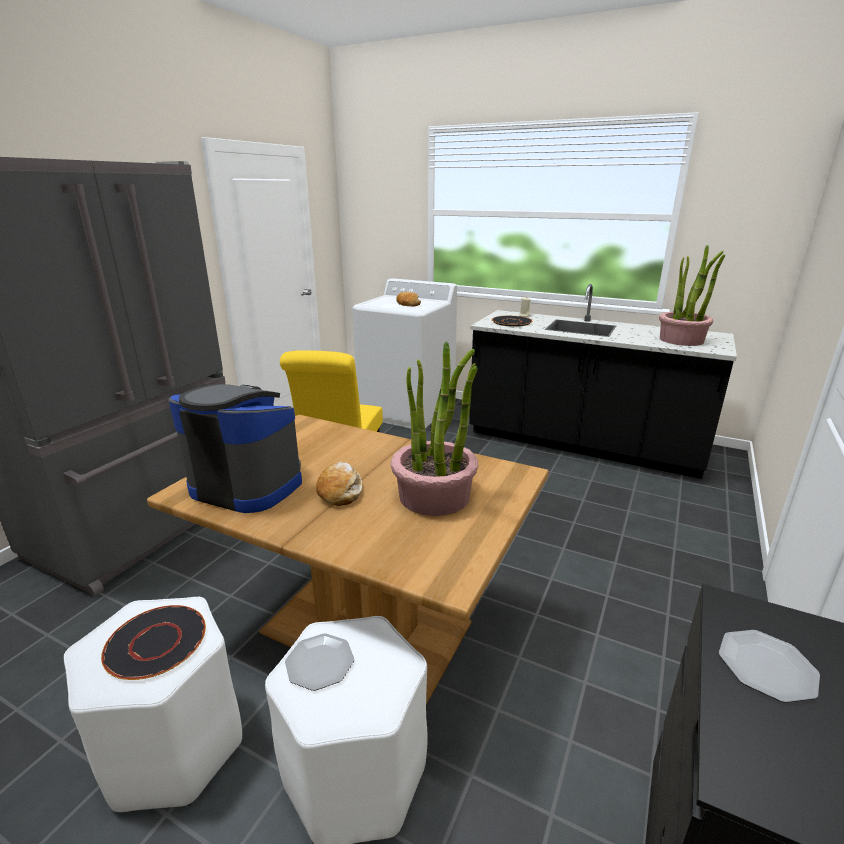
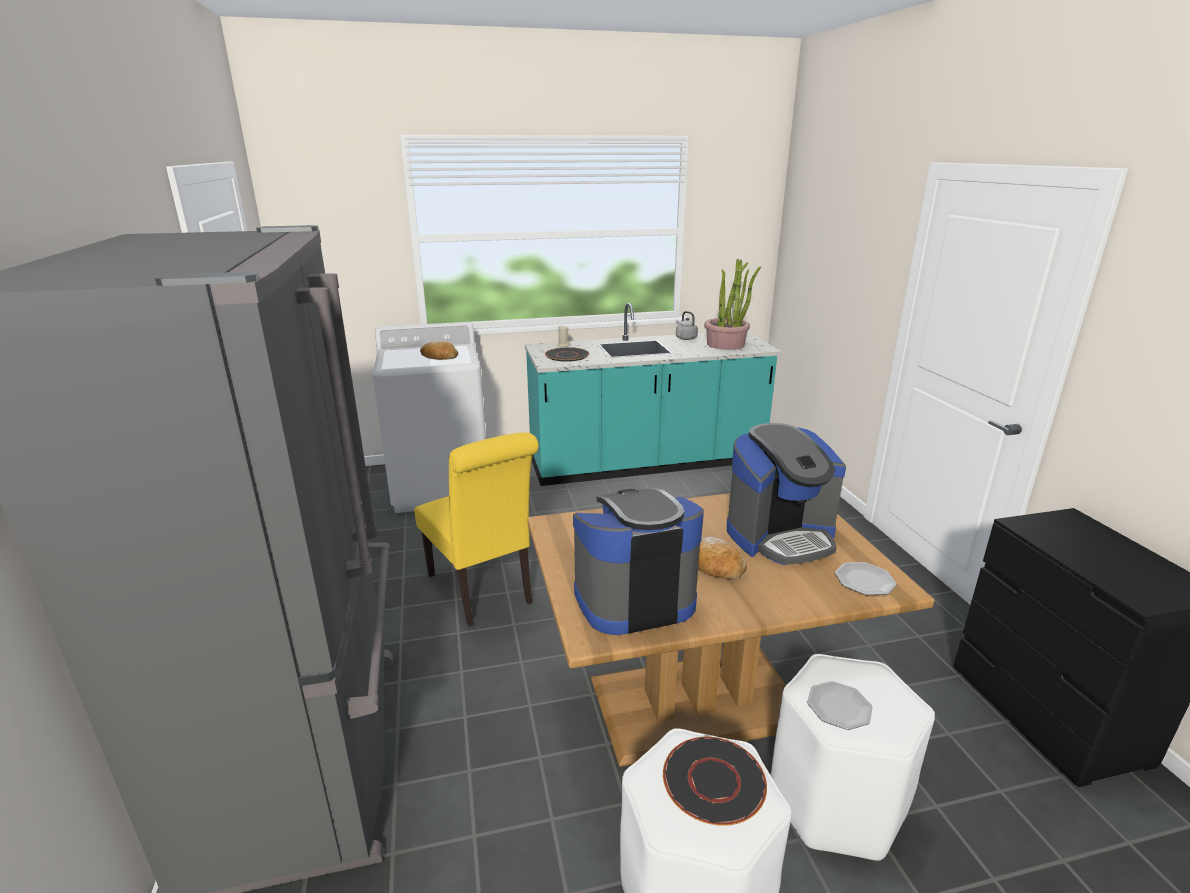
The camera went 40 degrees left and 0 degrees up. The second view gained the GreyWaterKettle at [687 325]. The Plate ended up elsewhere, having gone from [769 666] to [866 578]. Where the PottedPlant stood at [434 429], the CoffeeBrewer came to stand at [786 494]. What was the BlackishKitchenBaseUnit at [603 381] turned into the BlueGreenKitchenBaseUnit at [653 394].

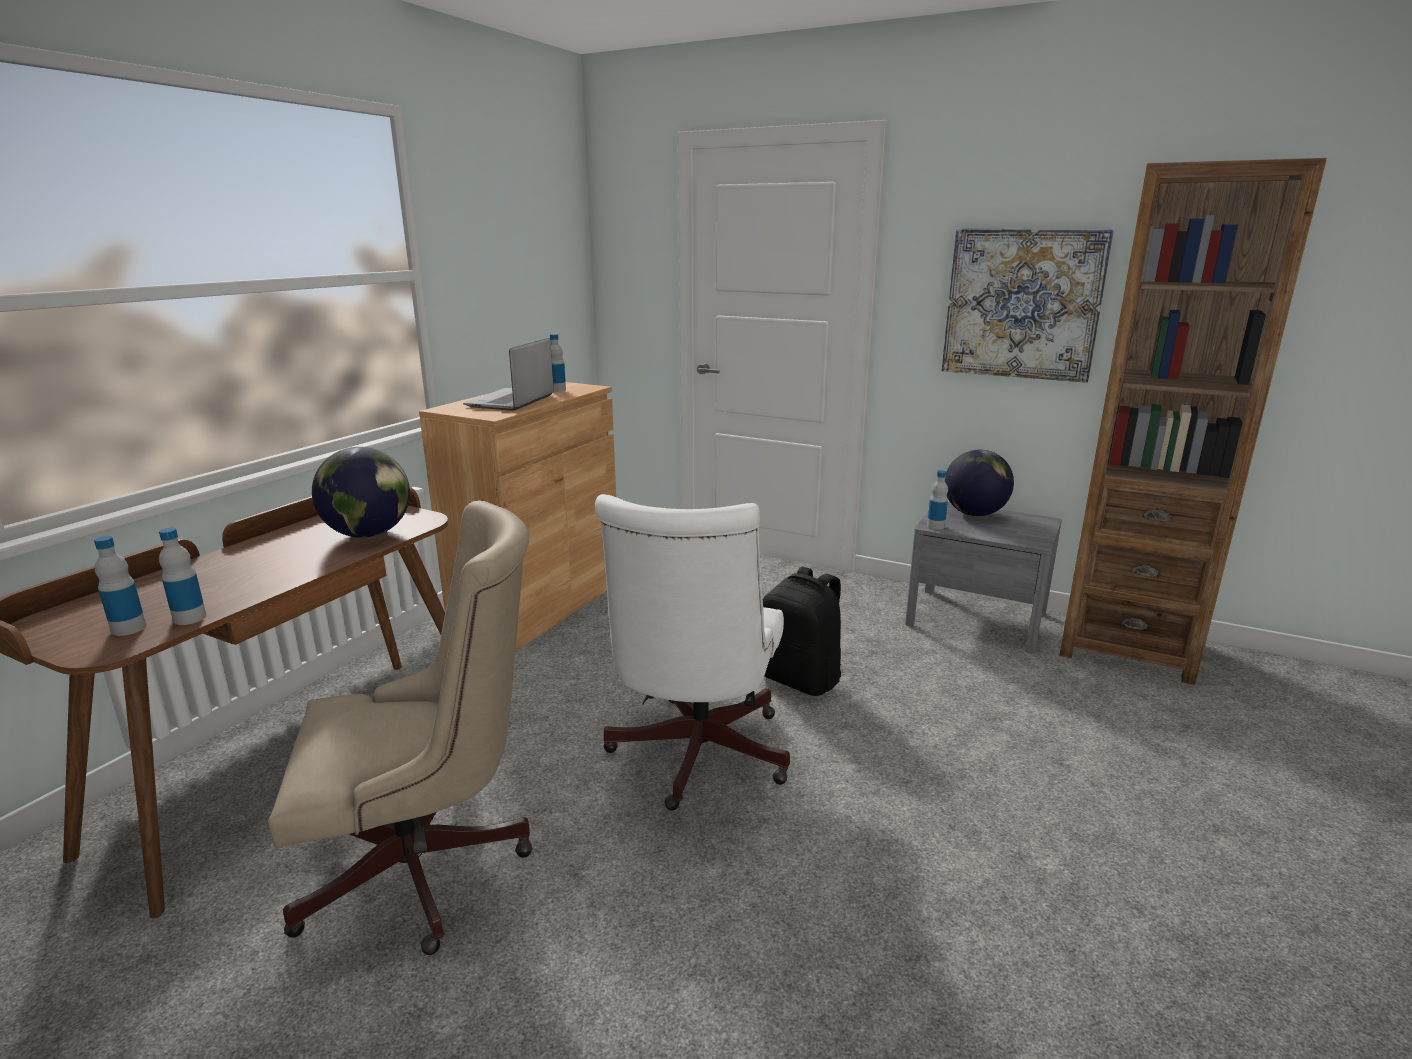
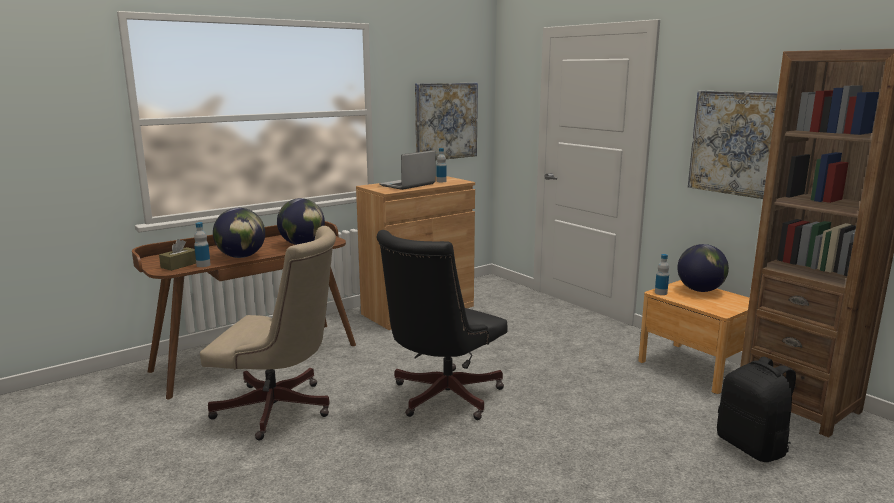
The camera went 25 degrees right and 5 degrees down. The second view gained the WorldGlobe at [239 233]. The second view gained the WallArt at [446 121]. The BlackishRucksack ended up elsewhere, having gone from [802 631] to [756 409]. Where the BeverageBottle stood at [120 586], the BrownishTissueHolder came to stand at [177 255]. What was the WhiteColouredOfficeChair at [692 652] turned into the BlackishOfficeChair at [442 325]. What was the GreyBedsideTable at [983 577] turned into the BrownishBedsideTable at [694 337].

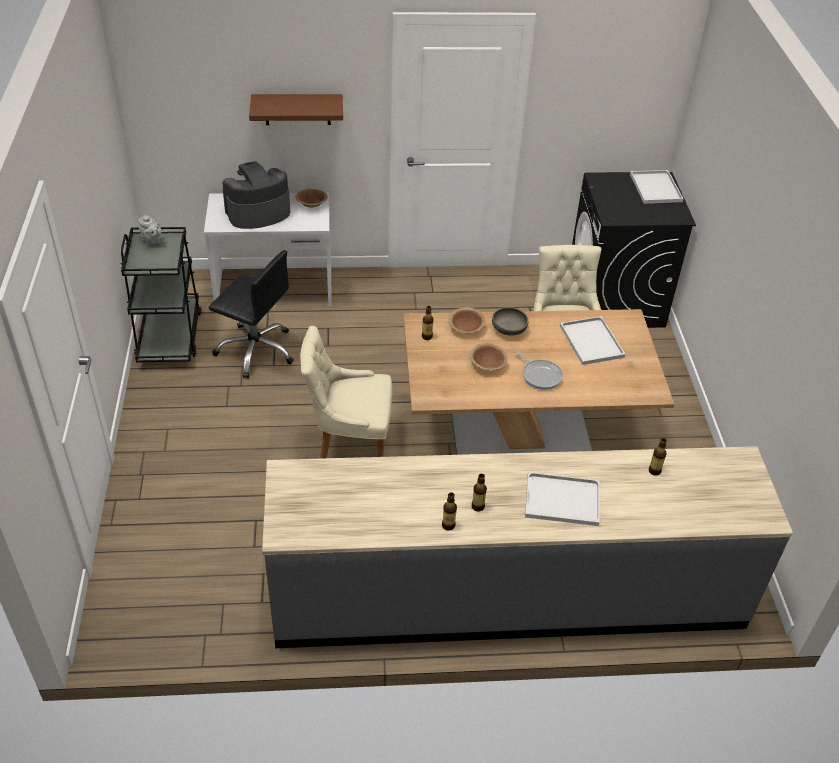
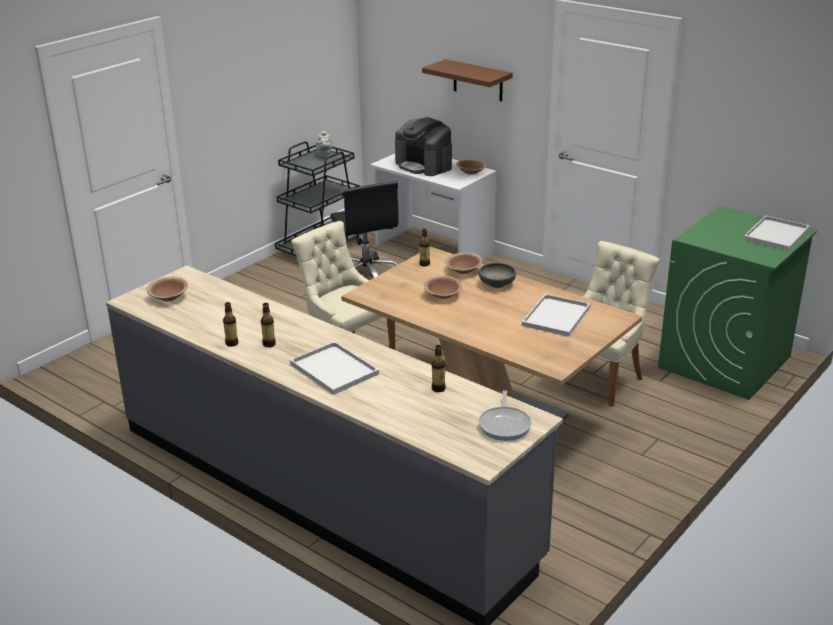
The camera went 45 degrees right and 15 degrees down. The second view gained the BrownishServingBowl at [167 289]. The FryingPan ended up elsewhere, having gone from [539 370] to [505 415]. What was the BlackishWashingMachine at [634 250] turned into the GreenishWashingMachine at [737 303]. The CoffeeBrewer at [256 195] ended up facing another way, 150 degrees counterclockwise from before.

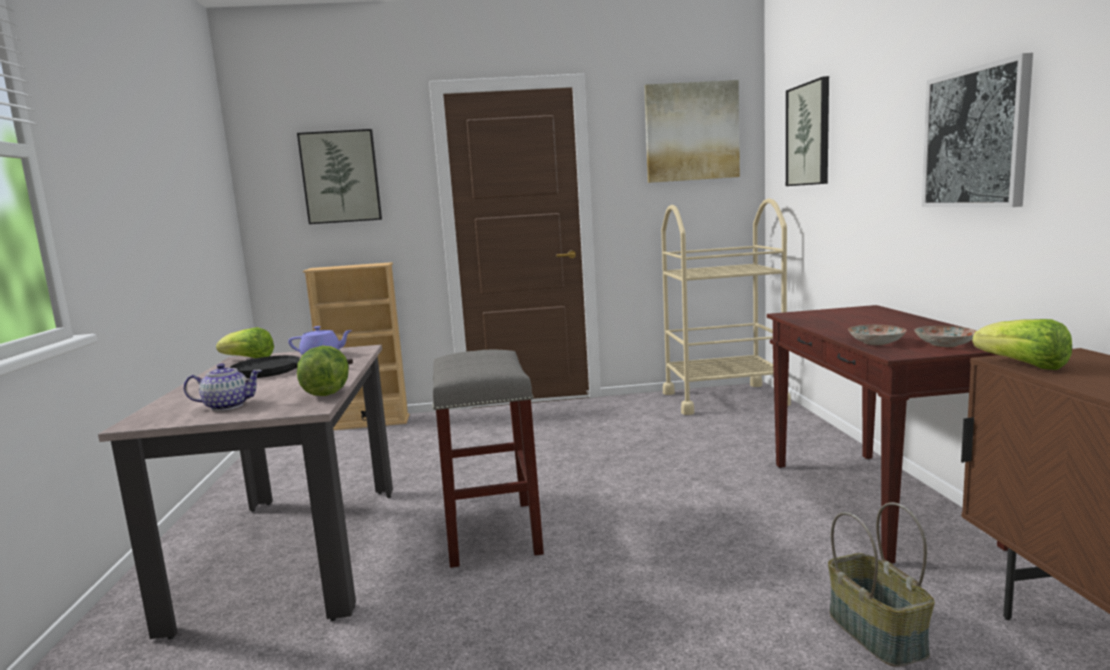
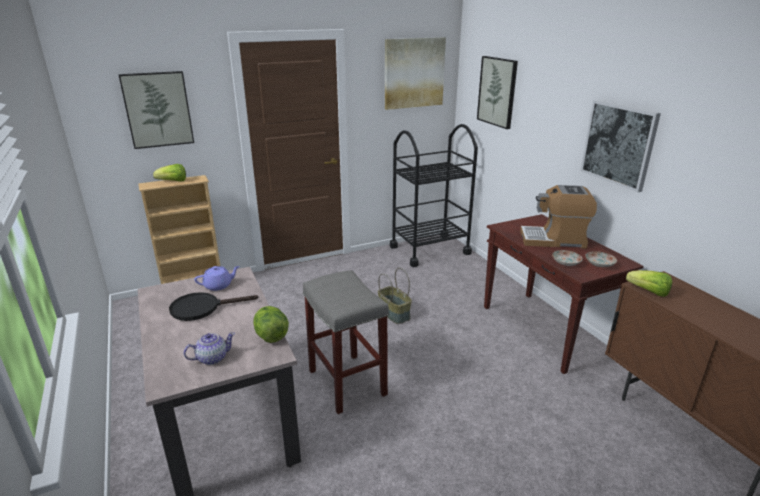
The camera went 20 degrees left and 15 degrees up. The second view gained the CoffeeBrewer at [558 217]. The Lettuce ended up elsewhere, having gone from [245 342] to [169 173]. The Basket ended up elsewhere, having gone from [881 584] to [395 296]. What was the BeigeCart at [726 306] turned into the BlackishCart at [434 195].

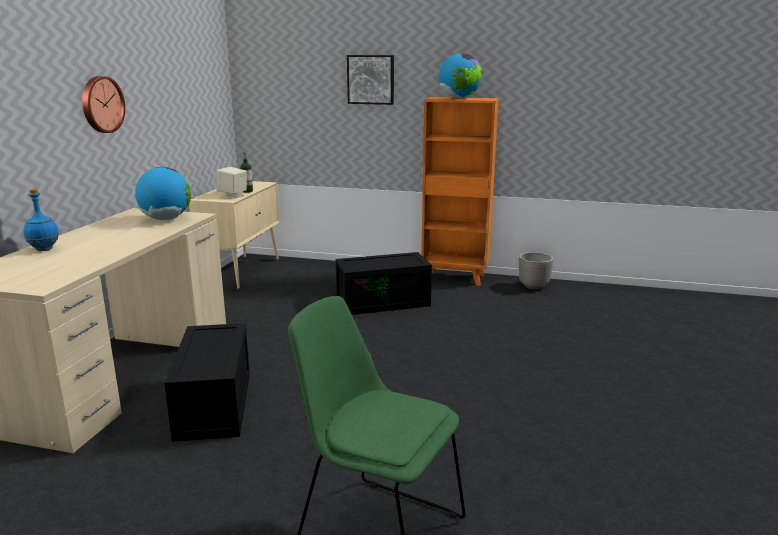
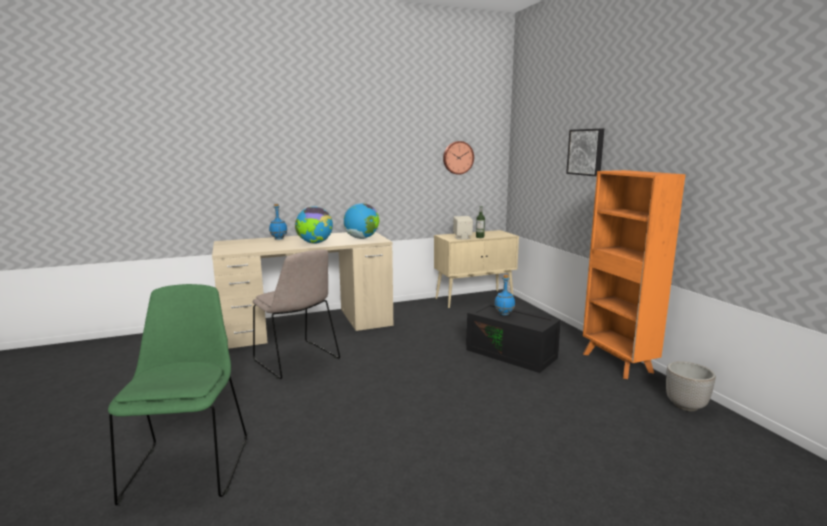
The camera went 55 degrees right and 5 degrees down. The second view gained the BlueBeverageBottle at [504 295]. The WallClock ended up elsewhere, having gone from [103 104] to [458 158]. The WorldGlobe ended up elsewhere, having gone from [460 76] to [314 225]. Where the BlackishStorageContainer stood at [207 382], the BeigeChair came to stand at [296 314].

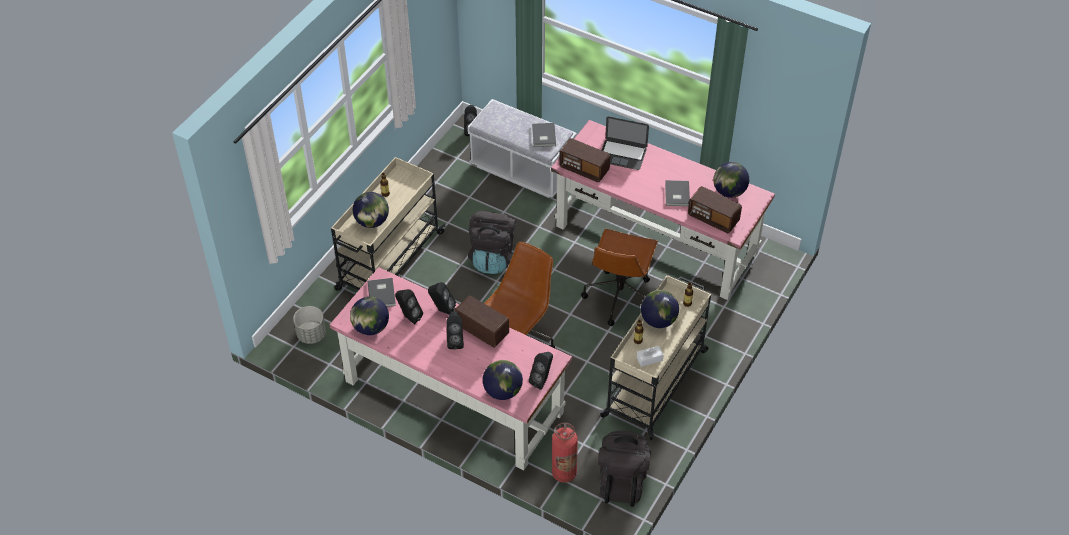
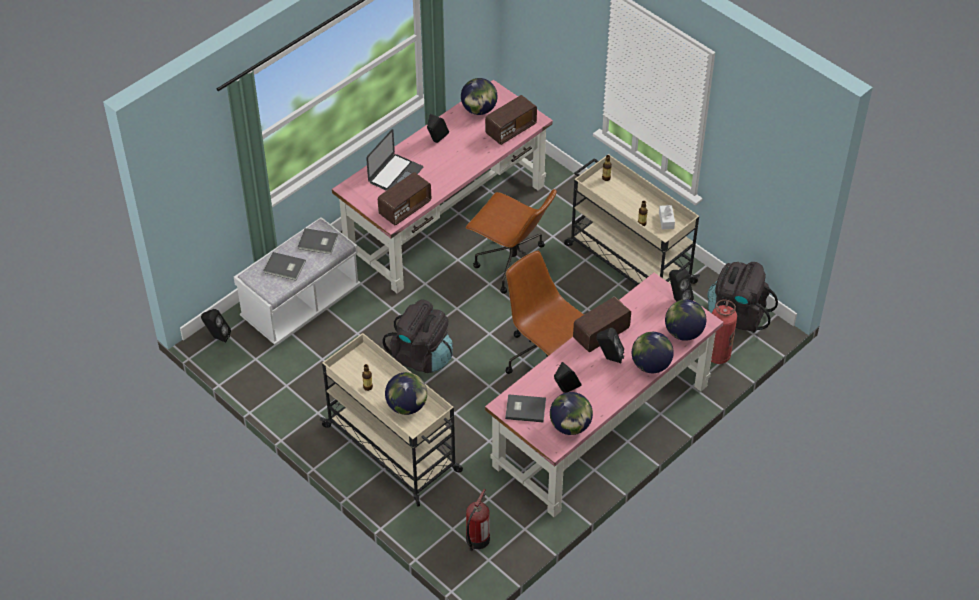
The camera went 75 degrees left and 0 degrees up. The BlackishSpeaker ended up elsewhere, having gone from [442 298] to [438 128]. The WorldGlobe ended up elsewhere, having gone from [660 309] to [653 352]. The GreyBook ended up elsewhere, having gone from [677 193] to [284 266]. Where the GreyFlowerPot stood at [309 325], the FireFightingCylinder came to stand at [478 520].

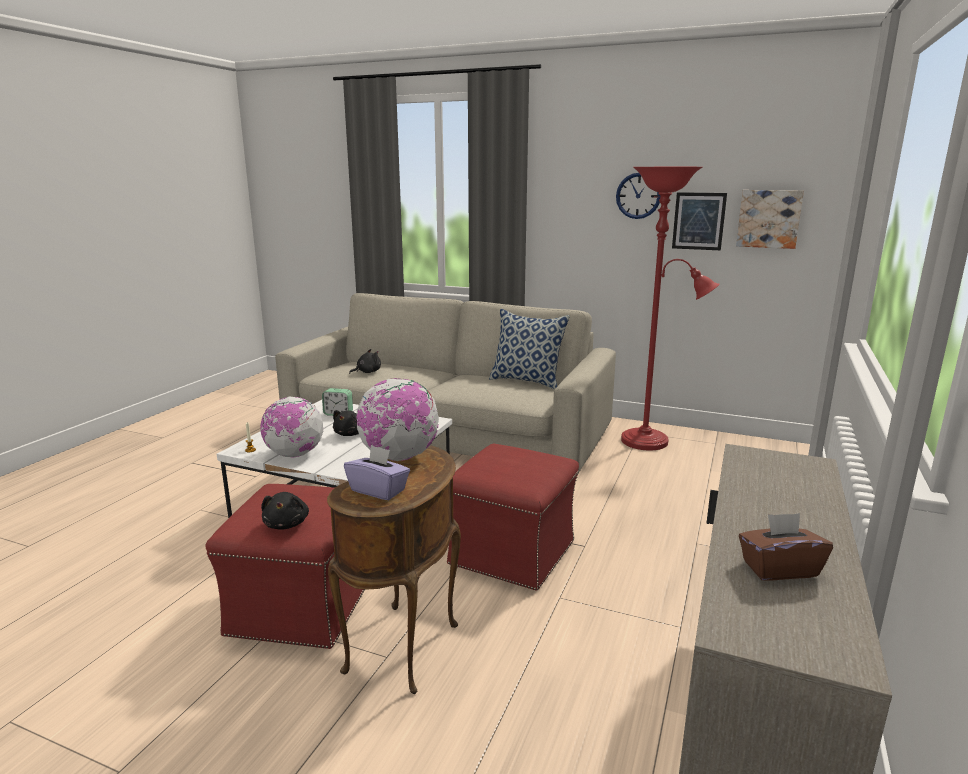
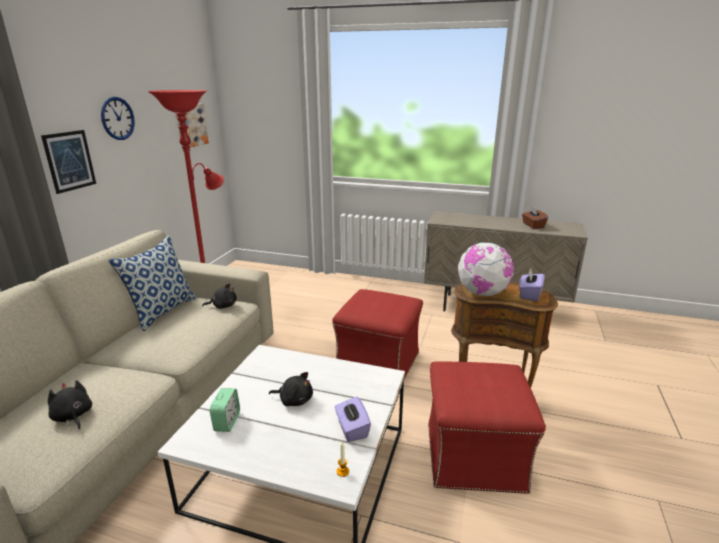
The camera went 95 degrees left and 5 degrees up. The BlackishCuddlyToy ended up elsewhere, having gone from [285 511] to [219 296]. The WallArt ended up elsewhere, having gone from [699 221] to [68 162]. Where the WorldGlobe stood at [291 427], the PurpleTissueHolder came to stand at [353 419].

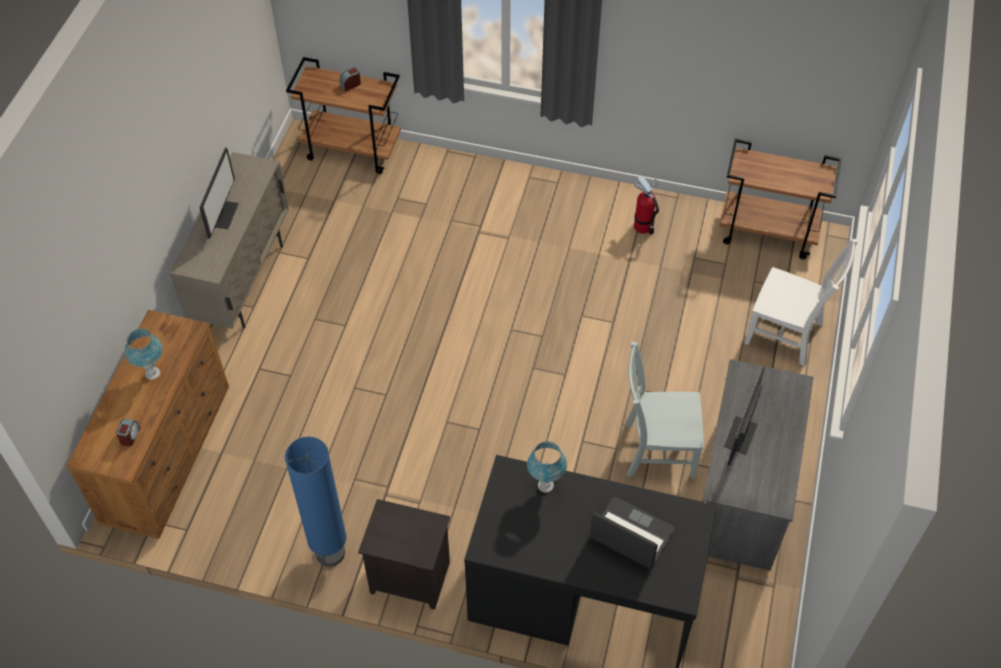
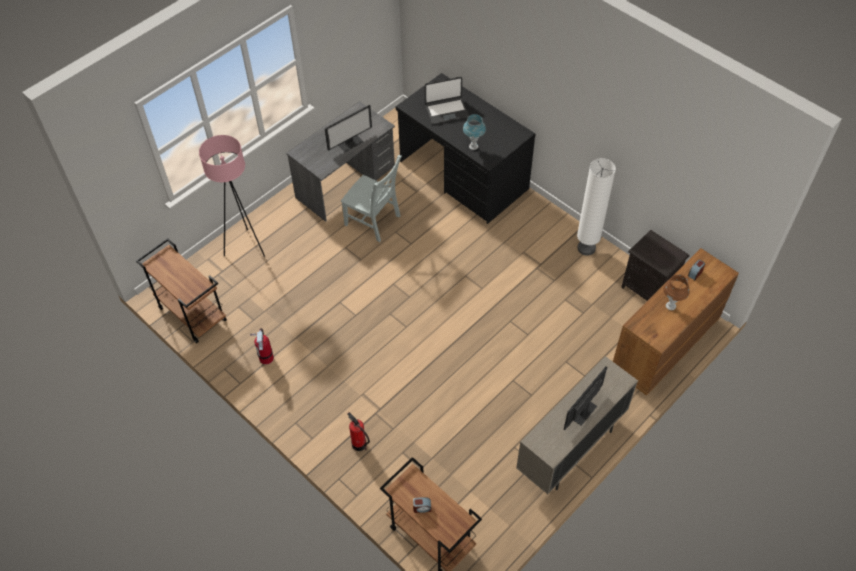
The camera went 150 degrees left and 0 degrees up. The second view gained the FireFightingCylinder at [358 431]. The BlackishBedsideTable ended up elsewhere, having gone from [404 554] to [655 265]. Where the WhiteColouredChair stood at [801 303], the PinkishFloorLamp came to stand at [232 196]. What was the BlueTabletopLamp at [144 354] turned into the BrownishTabletopLamp at [676 292]. What was the BlueFloorLamp at [316 502] turned into the WhiteColouredFloorLamp at [596 207]. The Laptop at [632 532] ended up facing another way, 75 degrees counterclockwise from before.

